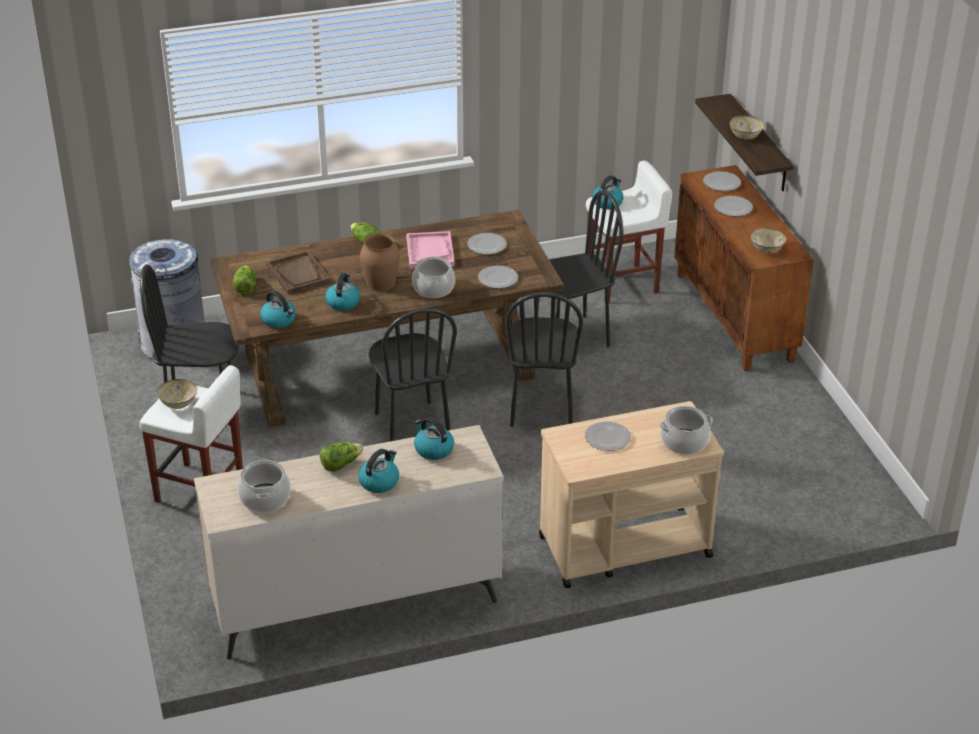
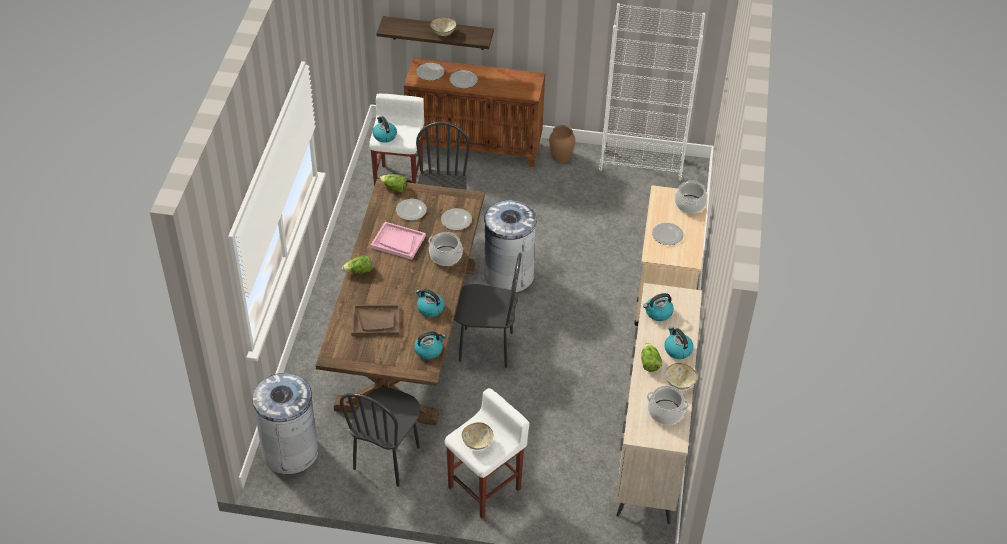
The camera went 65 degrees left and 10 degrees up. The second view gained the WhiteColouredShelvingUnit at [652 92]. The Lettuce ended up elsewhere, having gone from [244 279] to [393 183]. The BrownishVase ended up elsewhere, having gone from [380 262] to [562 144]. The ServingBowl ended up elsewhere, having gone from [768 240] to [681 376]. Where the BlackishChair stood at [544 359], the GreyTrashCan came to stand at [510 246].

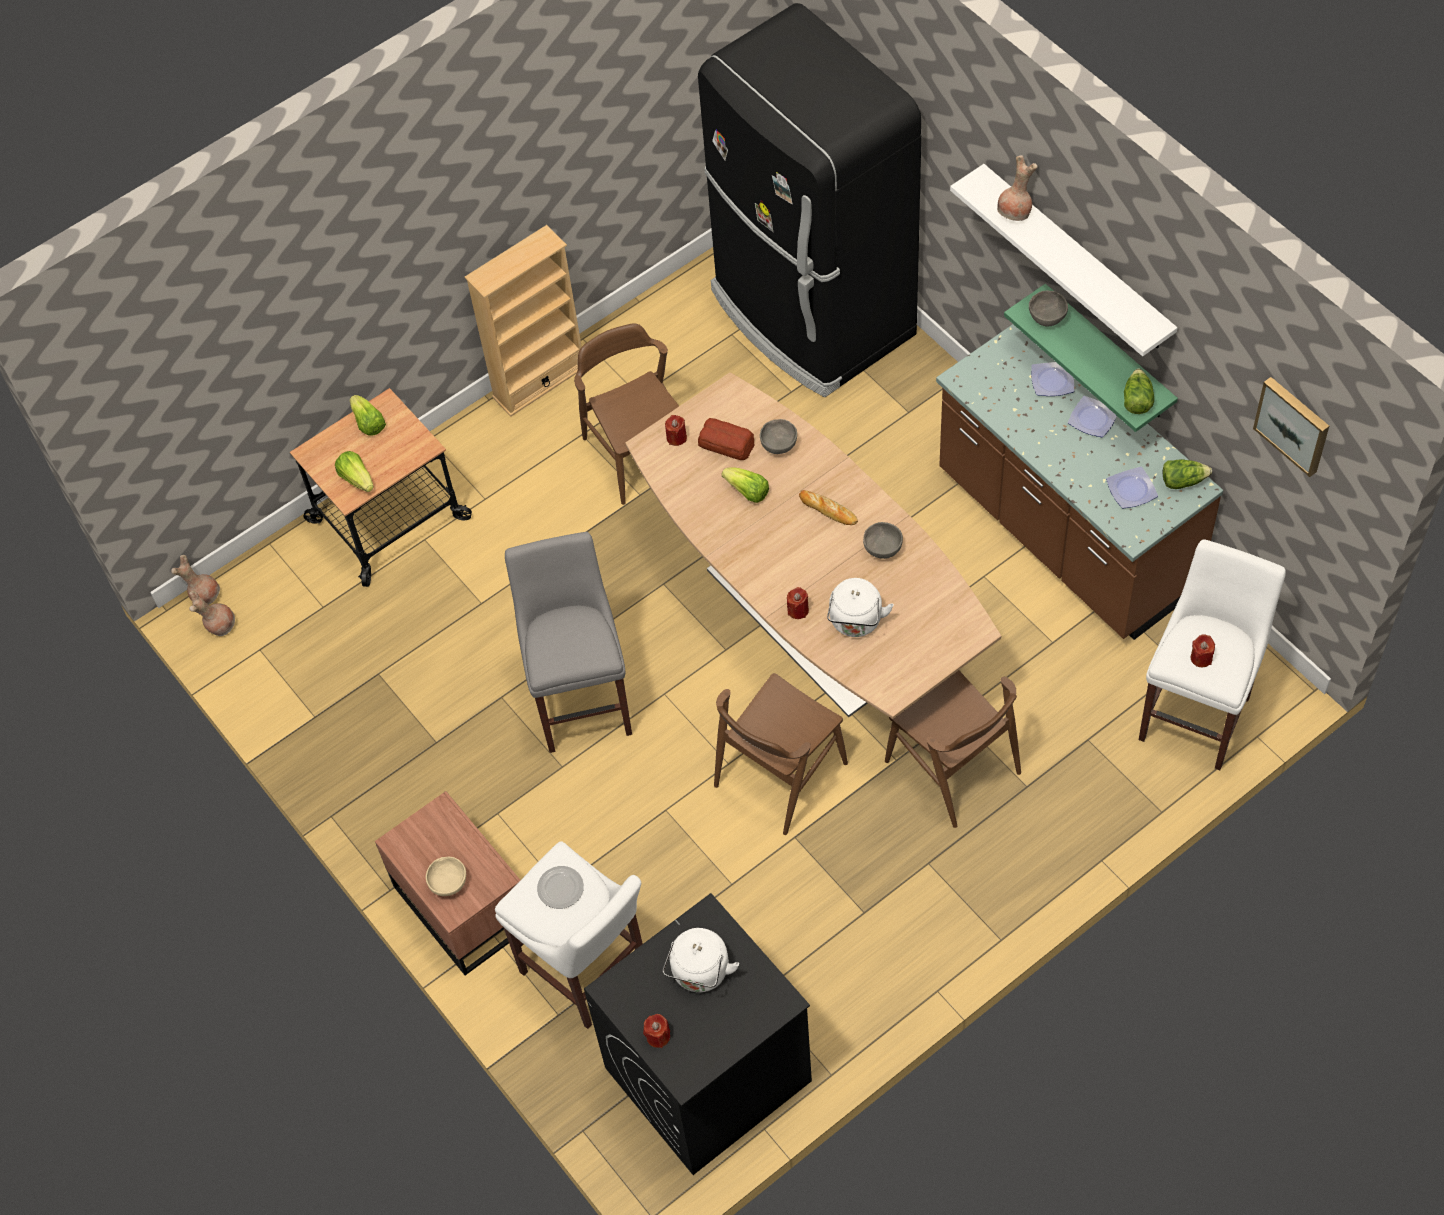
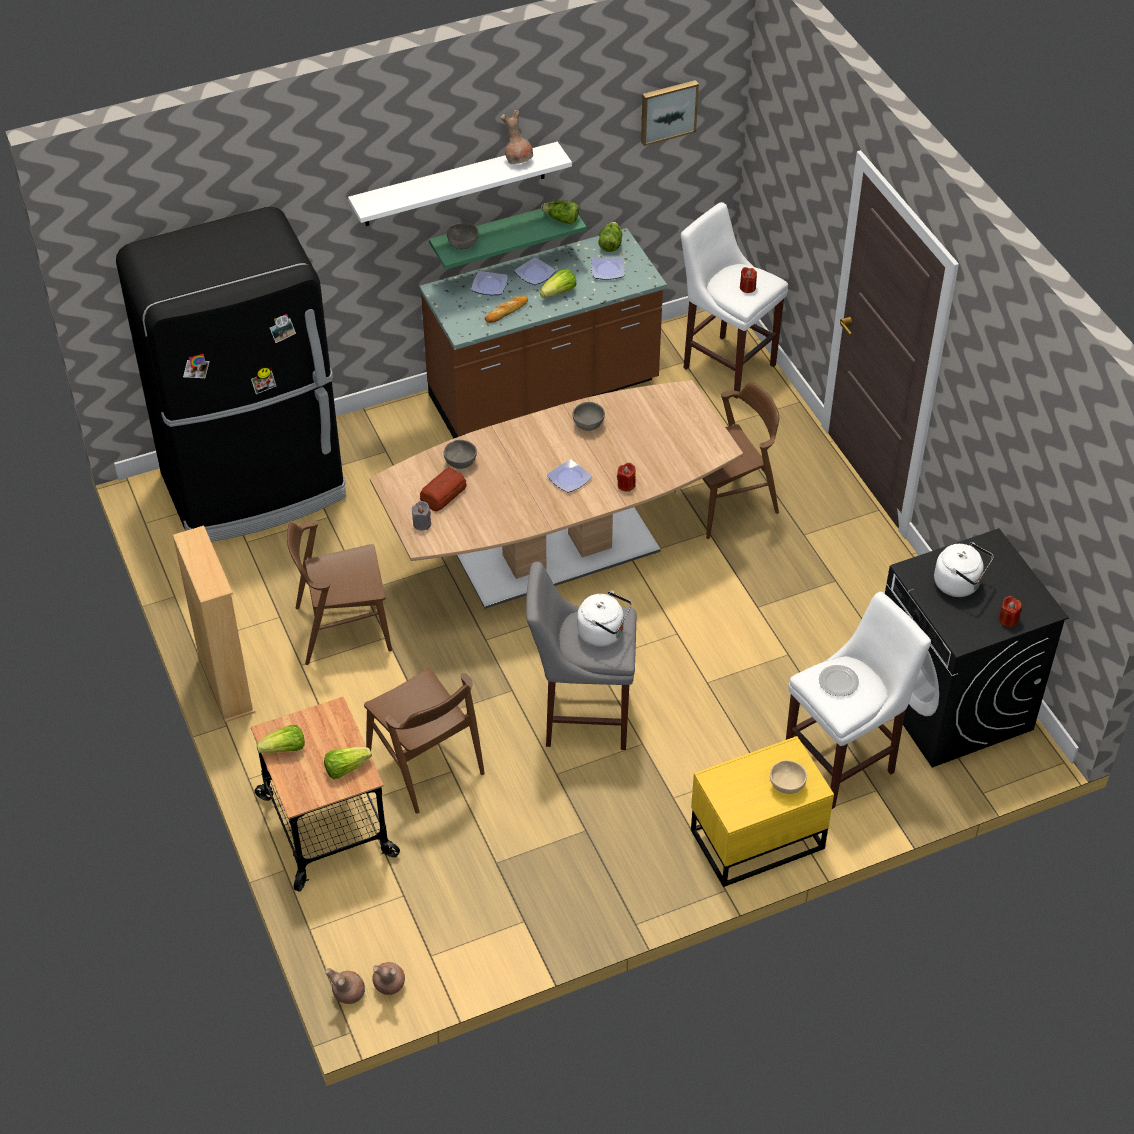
The camera went 80 degrees left and 10 degrees down. The second view gained the Plate at [569 476]. The BrownishChair ended up elsewhere, having gone from [781 754] to [424 741]. The Lettuce ended up elsewhere, having gone from [745 485] to [558 283]. The BakeryBread ended up elsewhere, having gone from [828 507] to [506 309]. The WhiteColouredWaterKettle ended up elsewhere, having gone from [860 607] to [604 619]. The BrownishVase ended up elsewhere, having gone from [1017 188] to [517 137]. What was the BrownishBedsideTable at [447 883] turned into the YellowishBedsideTable at [762 811]. What was the RedColouredCandle at [676 430] turned into the GreyCandle at [421 515].

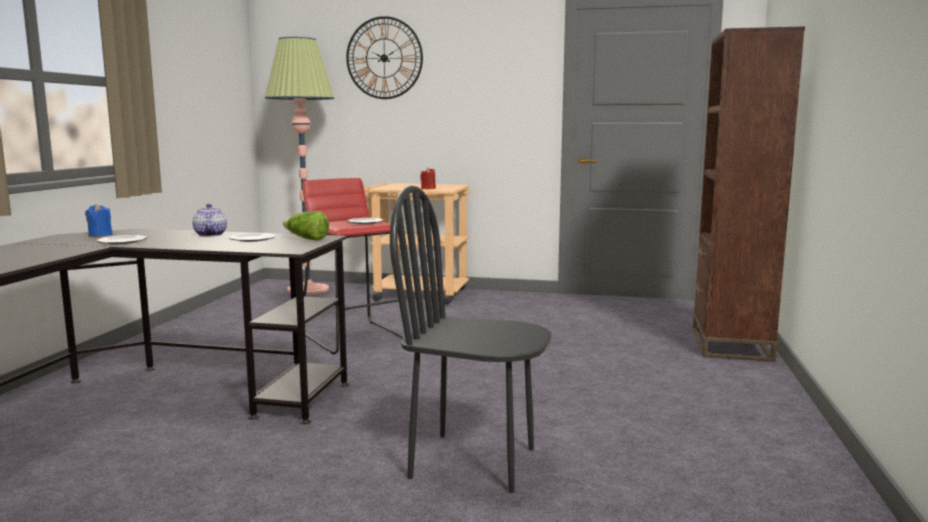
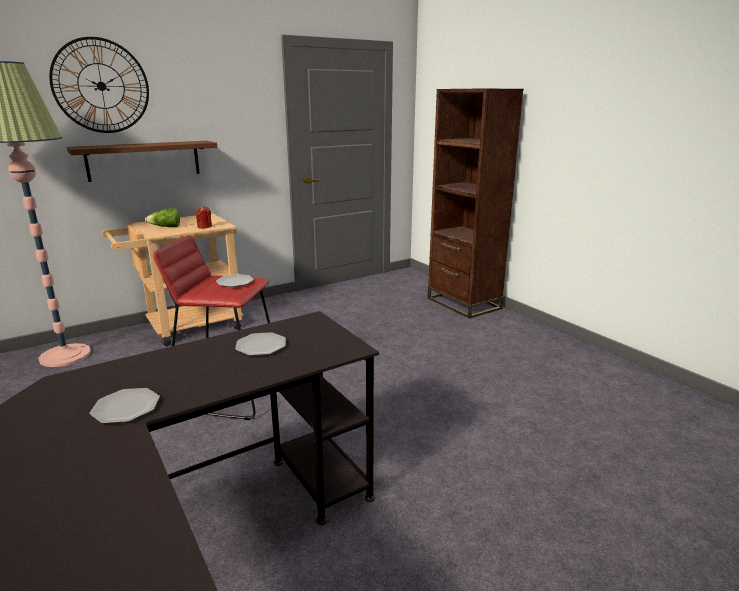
The camera went 45 degrees left and 10 degrees up. The second view lost the BlueCandle at [98 220]. The second view lost the Teapot at [209 220]. The second view lost the BlackishChair at [471 339]. The second view gained the BrownishBracketShelf at [142 161]. The Lettuce ended up elsewhere, having gone from [306 226] to [162 217].

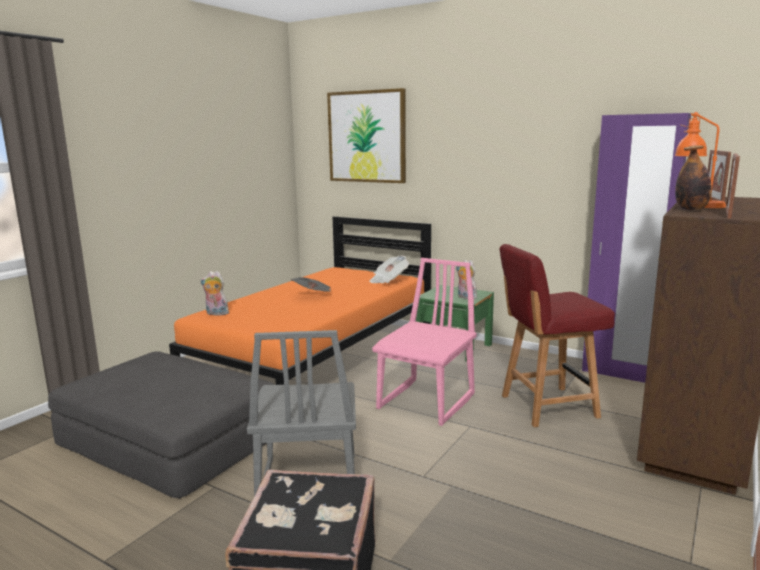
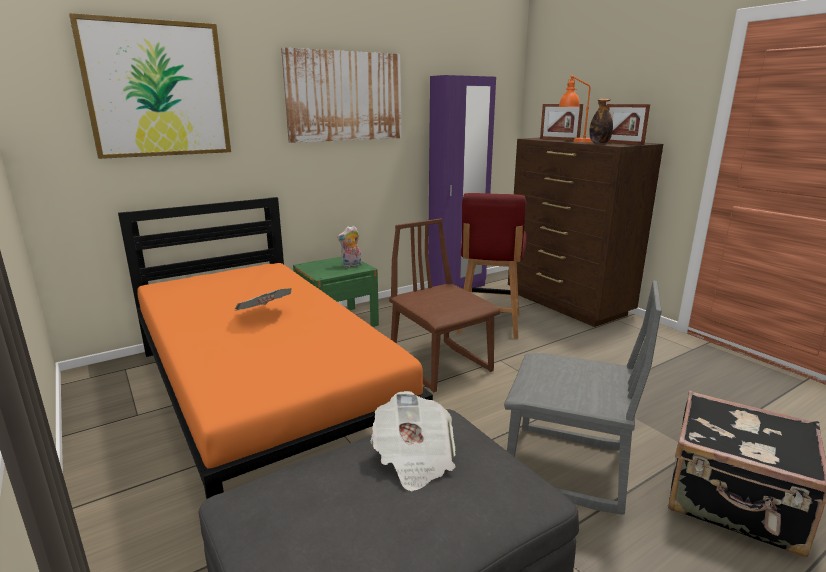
The camera went 65 degrees left and 5 degrees up. The second view lost the CuddlyToy at [214 293]. The second view gained the WallArt at [341 95]. The DailyPaper ended up elsewhere, having gone from [389 269] to [413 441]. What was the PinkishChair at [424 342] turned into the BrownishChair at [445 305].

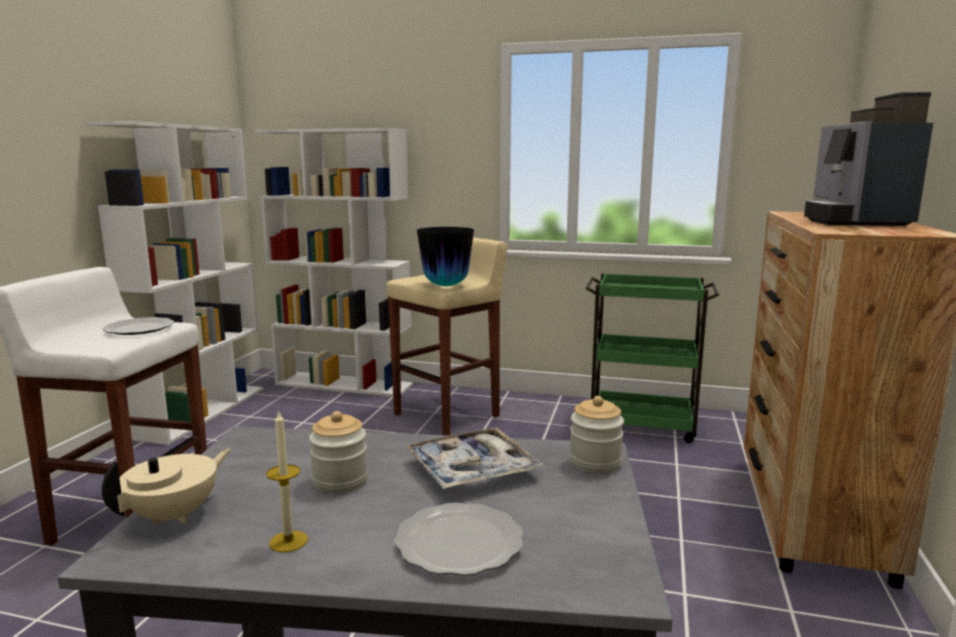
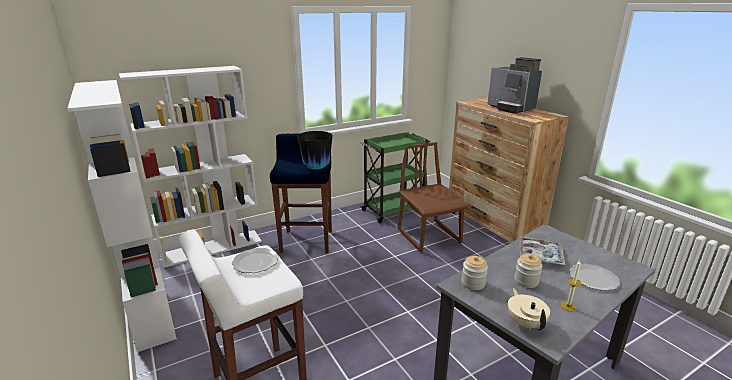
The camera went 45 degrees left and 10 degrees up. The second view gained the BrownishChair at [432 197]. The StorageJar ended up elsewhere, having gone from [596 434] to [475 273]. What was the BeigeStoolSeat at [447 336] turned into the BlueStoolSeat at [301 193].

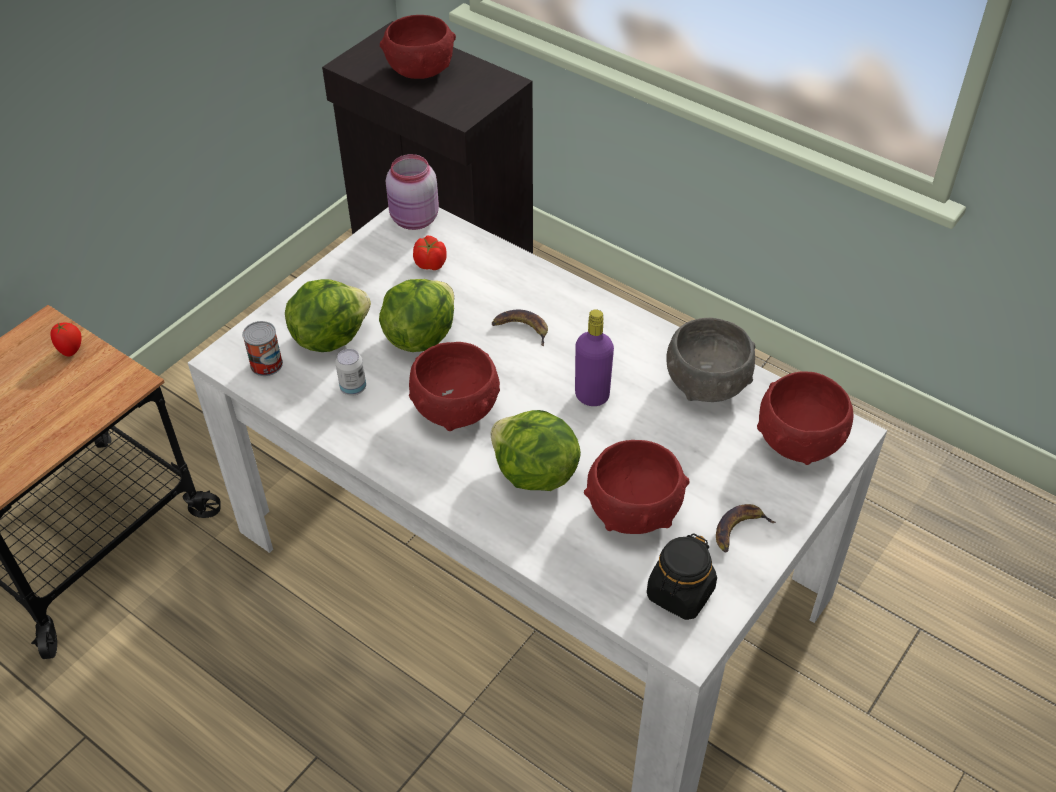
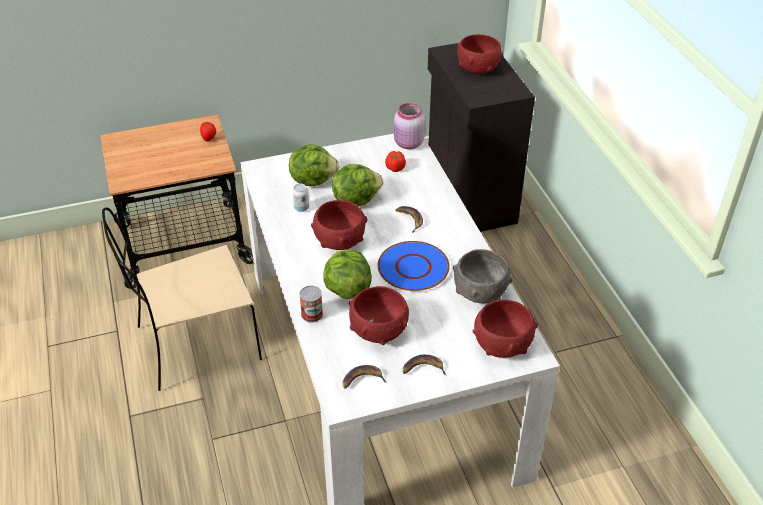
The camera went 35 degrees right and 5 degrees down. The second view gained the BeigeChair at [182 299]. The SealedCan ended up elsewhere, having gone from [262 348] to [311 304]. Where the PurpleBeverageBottle stood at [594 357], the BluePlate came to stand at [414 266]. Where the BlackishStorageJar stood at [682 576], the WholeBanana came to stand at [364 377].

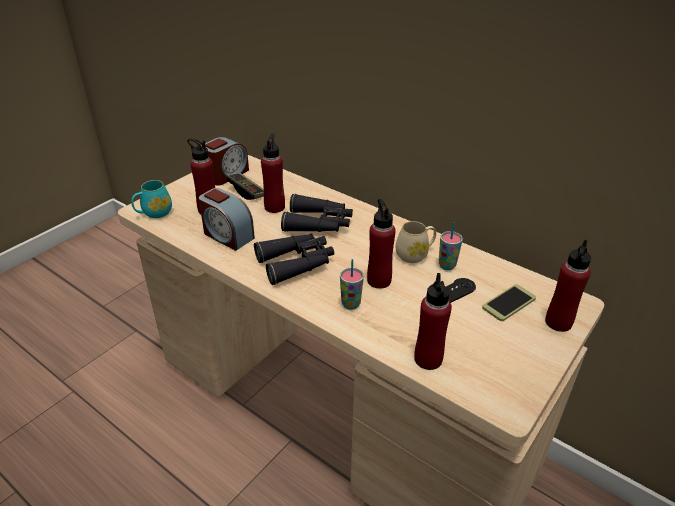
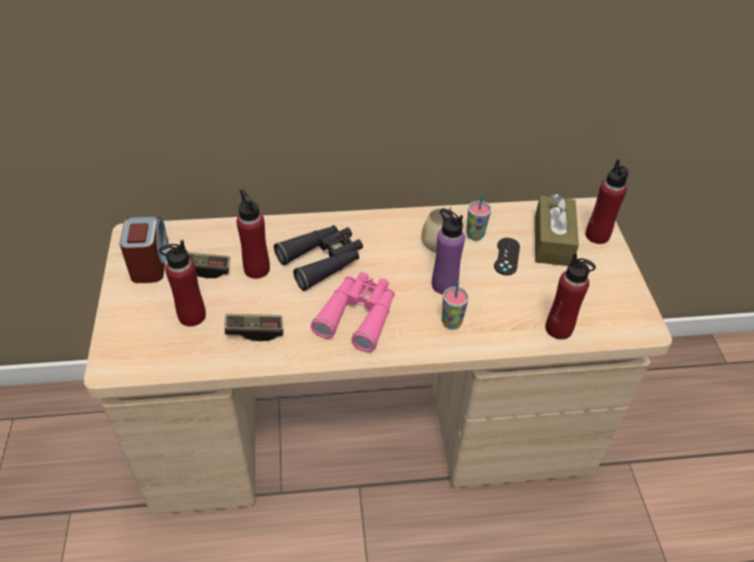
The camera went 45 degrees left and 10 degrees up. The second view lost the BlueGreenCoffeeMug at [151 199]. Where the BedsideClock stood at [227 219], the GameController came to stand at [254 327]. Where the Telephone stood at [509 302], the BrownishTissueHolder came to stand at [557 230]. What was the BlackishBinoculars at [294 259] turned into the PinkishBinoculars at [353 312]. What was the RedColouredBeverageBottle at [381 244] turned into the PurpleBeverageBottle at [448 251].

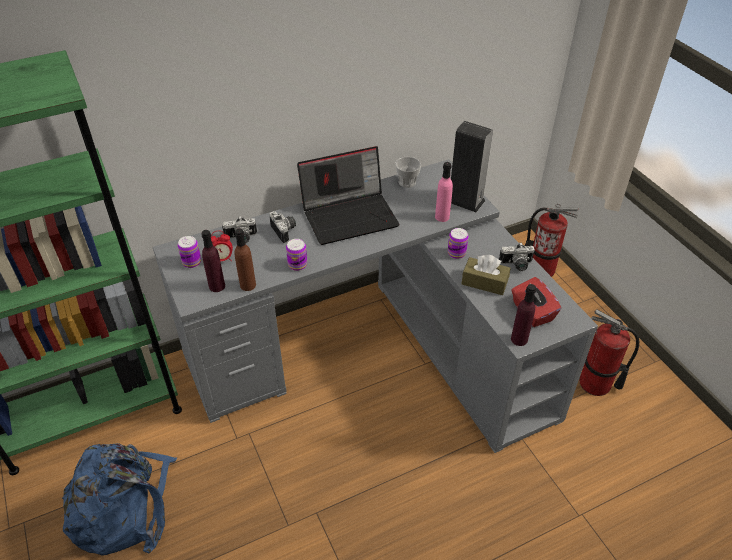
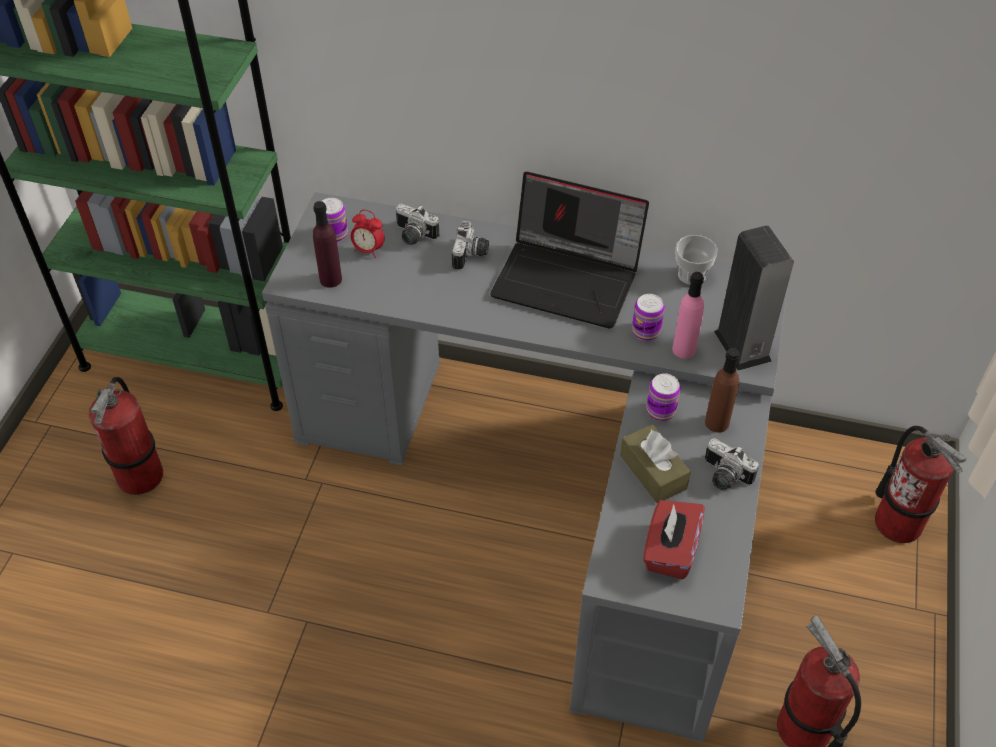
The camera went 40 degrees right and 5 degrees up. The second view lost the PurpleBeverageBottle at [523 315]. The BrownishBeverageBottle ended up elsewhere, having gone from [245 260] to [722 390]. The SealedCan ended up elsewhere, having gone from [296 255] to [648 317]. Where the BlueRucksack stood at [119 499], the FireFightingCylinder came to stand at [126 436].

